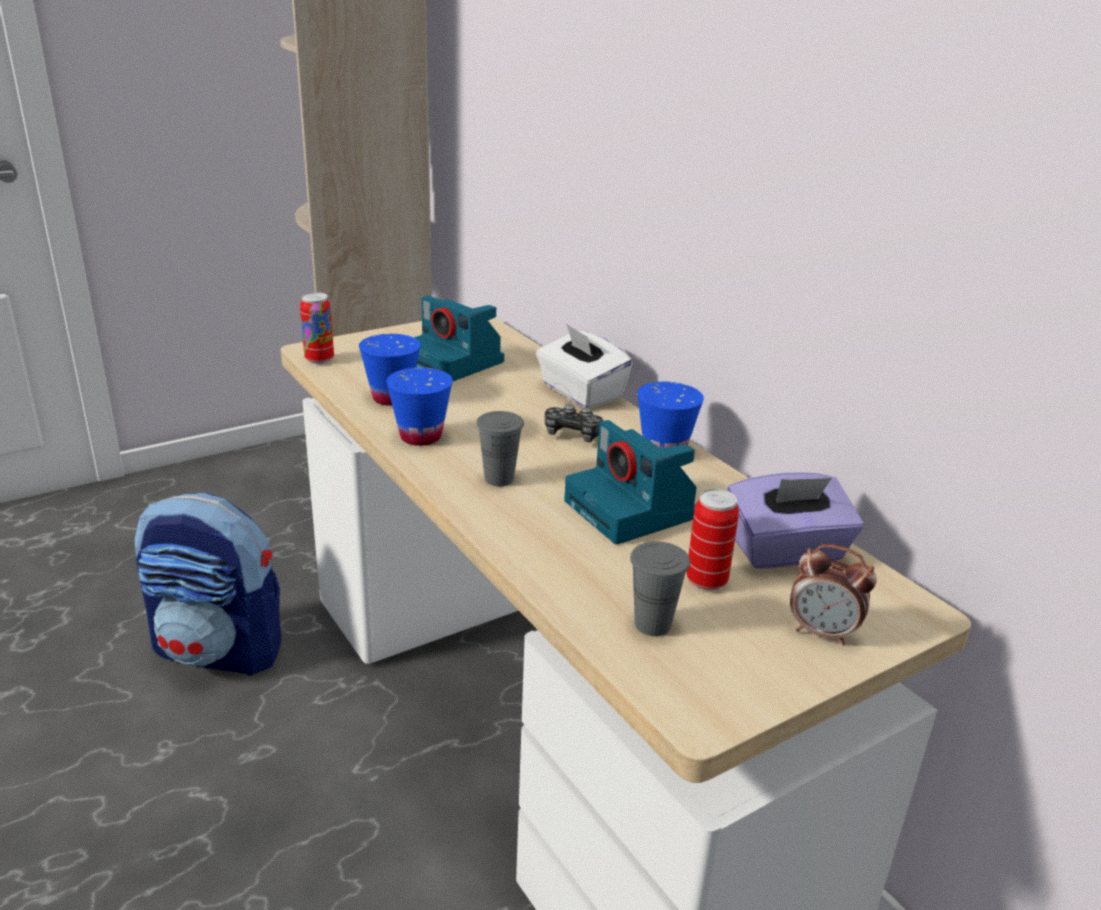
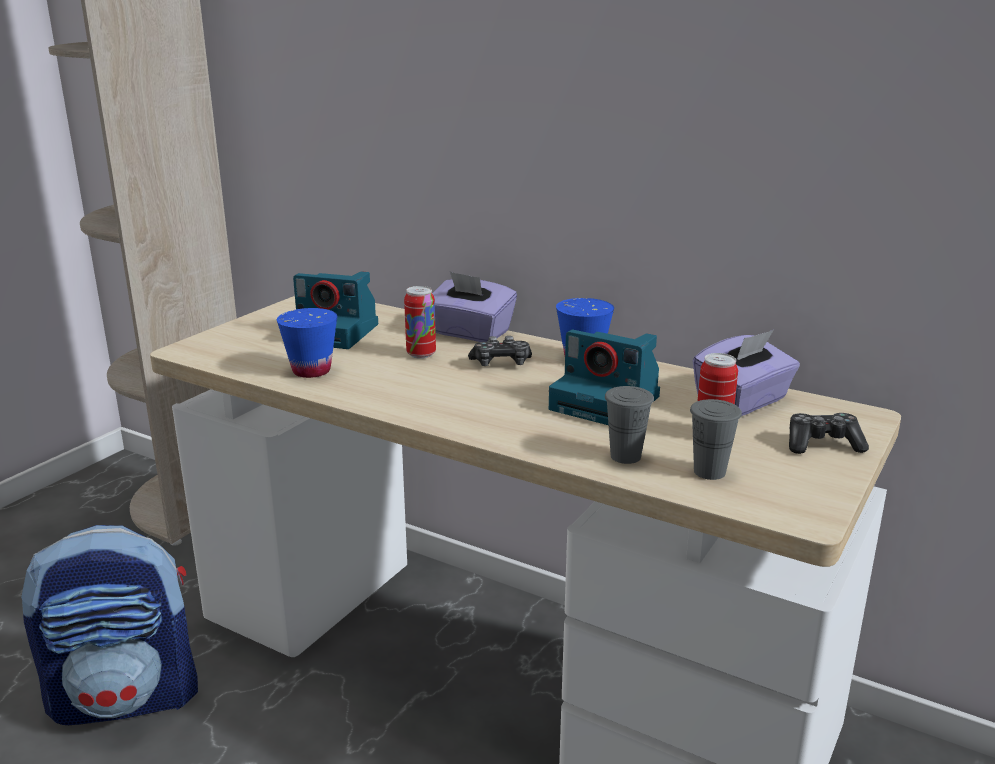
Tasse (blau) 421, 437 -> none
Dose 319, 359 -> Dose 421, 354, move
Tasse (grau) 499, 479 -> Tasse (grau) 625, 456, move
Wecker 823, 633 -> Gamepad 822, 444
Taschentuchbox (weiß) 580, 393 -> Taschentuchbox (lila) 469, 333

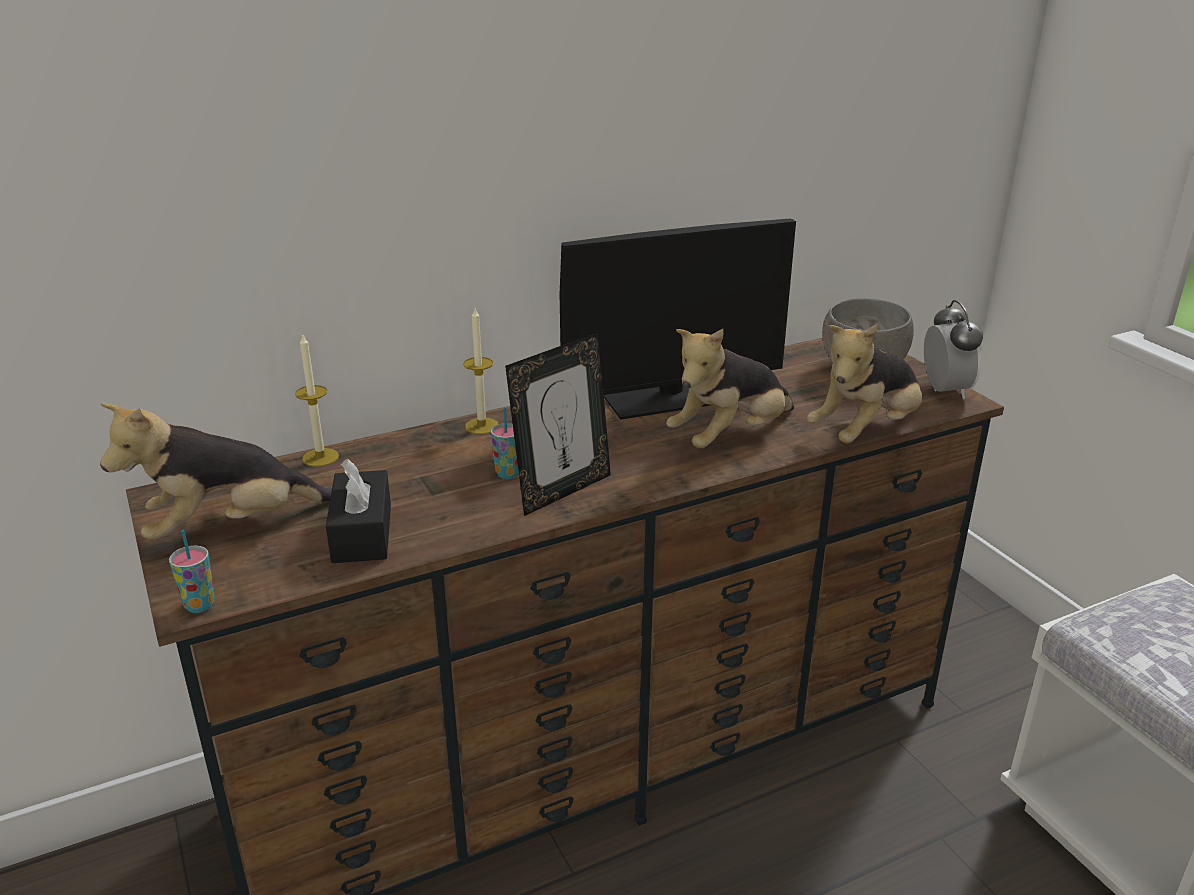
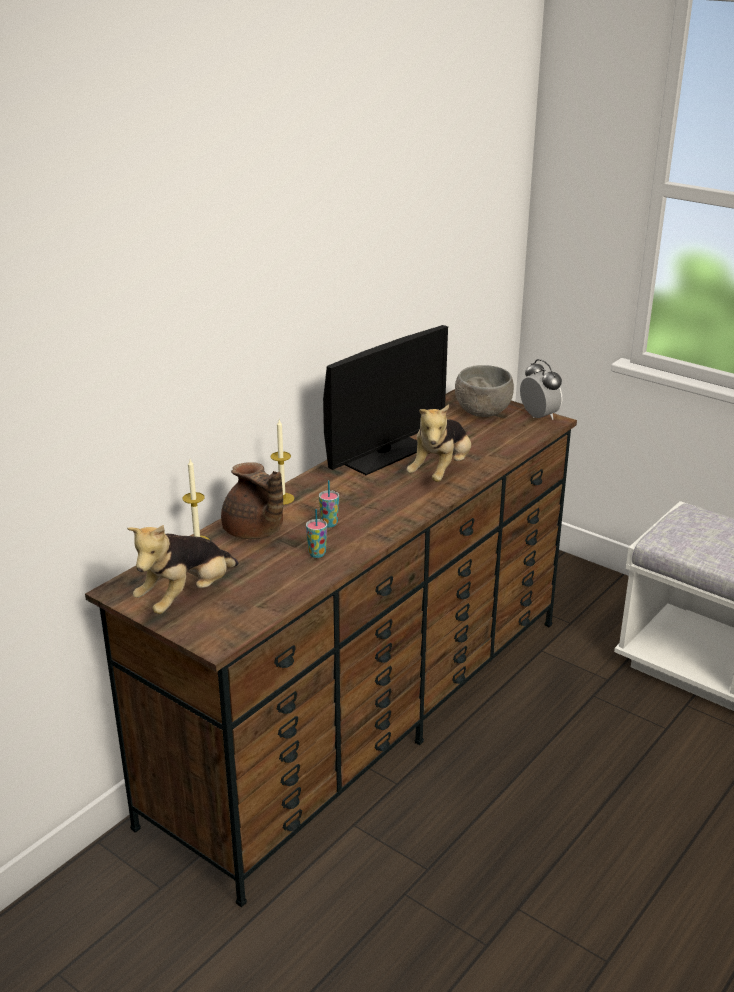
Taschentuchbox (schwarz) 362, 533 -> none
Bilderrahmen 562, 491 -> none
Plüschtier 866, 432 -> none
none -> Teekanne (braun) 254, 532
Tasse 200, 605 -> Tasse 317, 554, move

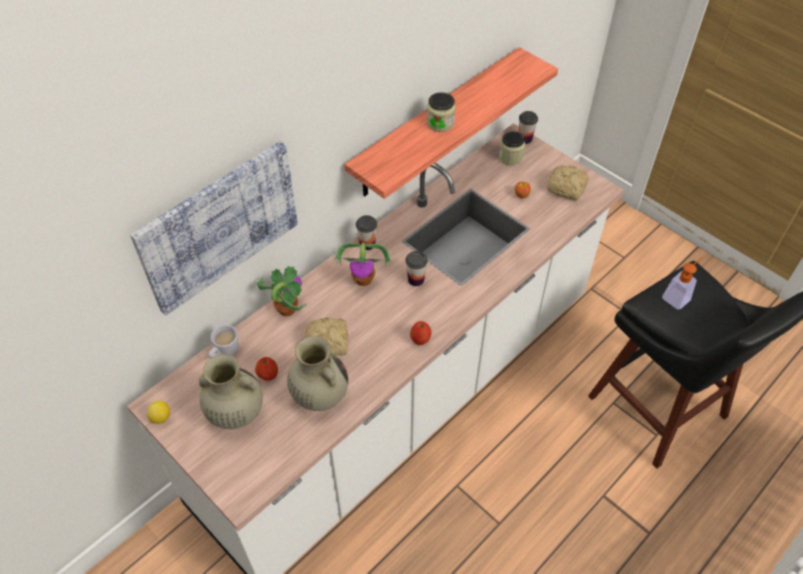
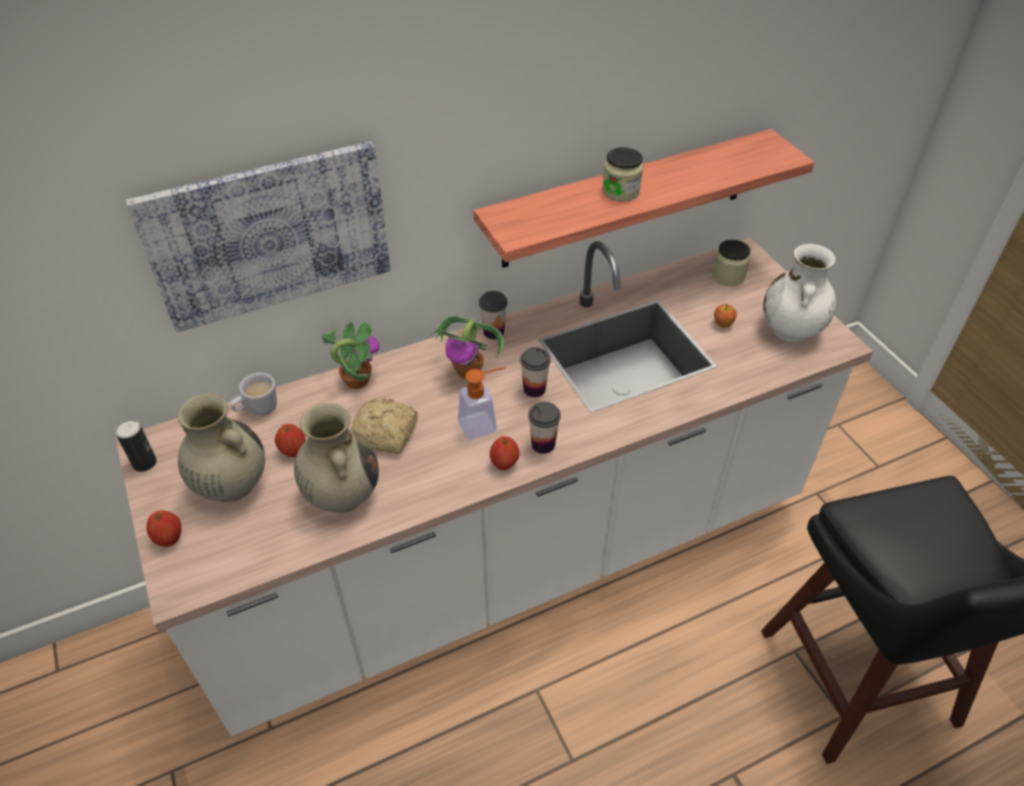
none -> Apfel 169, 538
Tasse 525, 139 -> Tasse 543, 444, move
Seifenspender 678, 296 -> Seifenspender 484, 424, move
Zitrone 161, 417 -> Dose 144, 463
Brot 567, 188 -> Vase (weiß) 790, 330

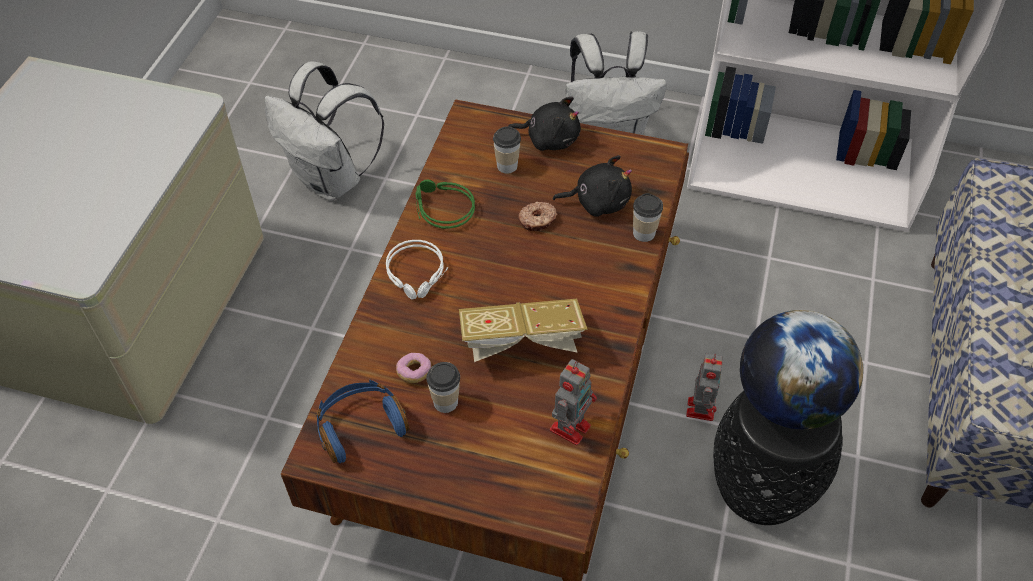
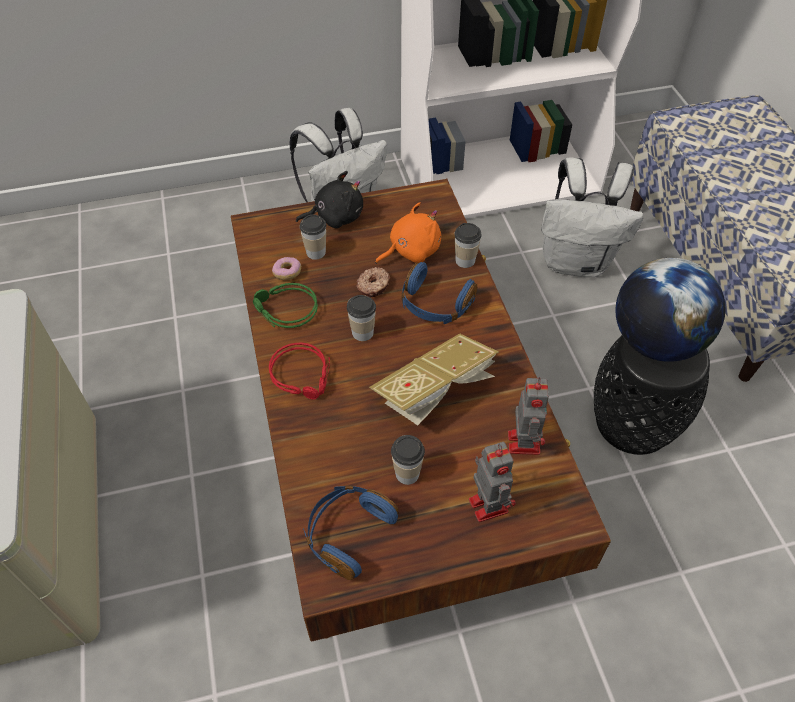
none -> Tasse 362, 333
none -> Kopfhörer (blau) 435, 305
Rucksack (weiß) 332, 180 -> Rucksack (weiß) 576, 262, move
Donut 414, 372 -> Donut 287, 273, move
Spielzeugroboter 700, 407 -> Spielzeugroboter 487, 504, move
Kopfhörer (weiß) 417, 274 -> Kopfhörer (rot) 303, 375
Plüschtier (schwarz) 597, 202 -> Plüschtier (orange) 411, 251

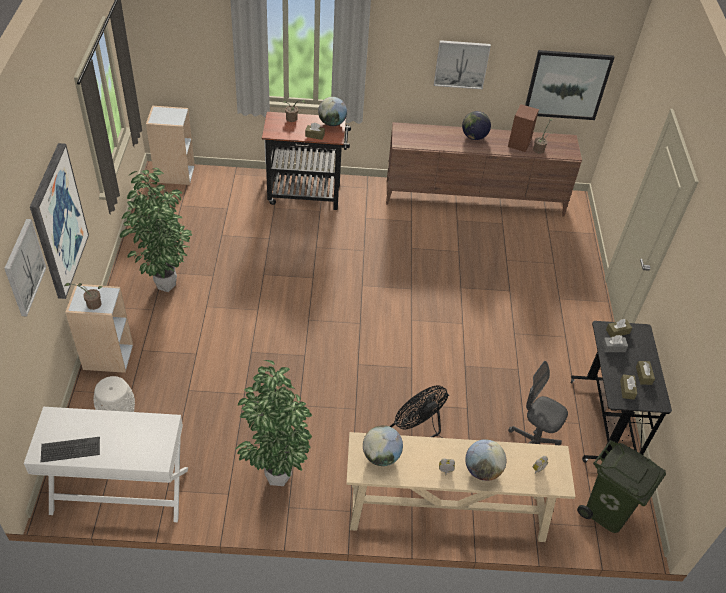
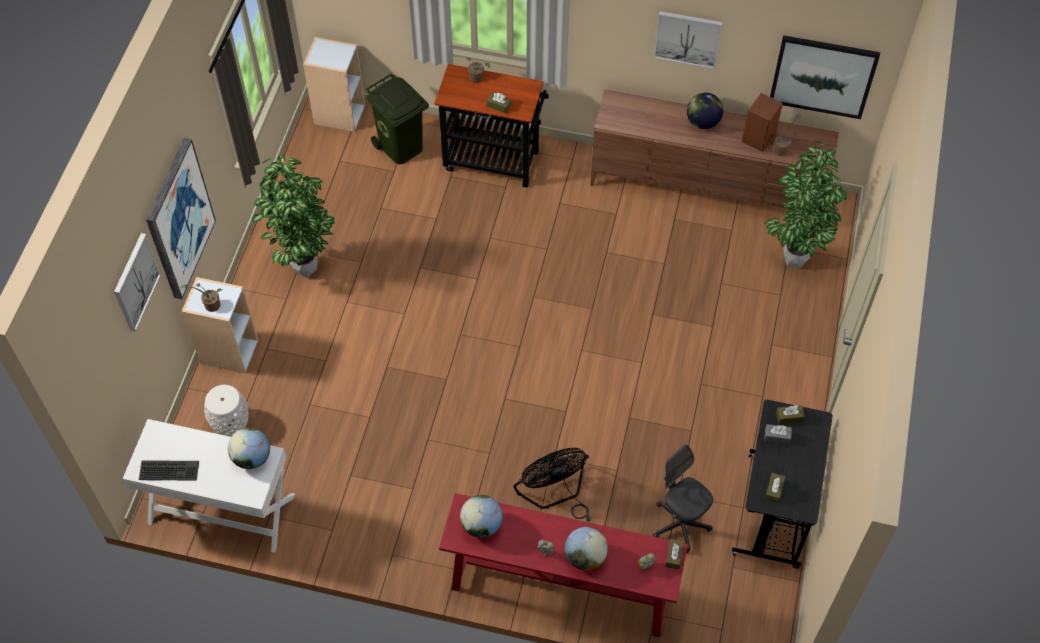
Topfpflanze 275, 479 -> Topfpflanze 791, 261, move
Globus 332, 123 -> Globus 252, 457, move
Mülleimer (grün) 607, 512 -> Mülleimer (grün) 400, 147, move
Taschentuchbox (braun) 643, 375 -> Taschentuchbox (braun) 674, 556, move
Konsolentisch (beige) 445, 512 -> Konsolentisch (rot) 559, 587

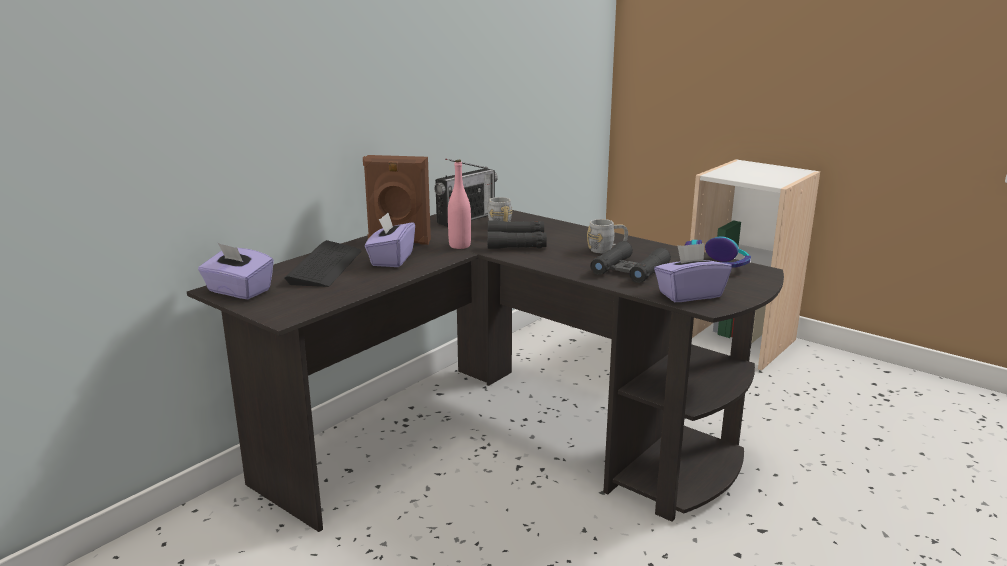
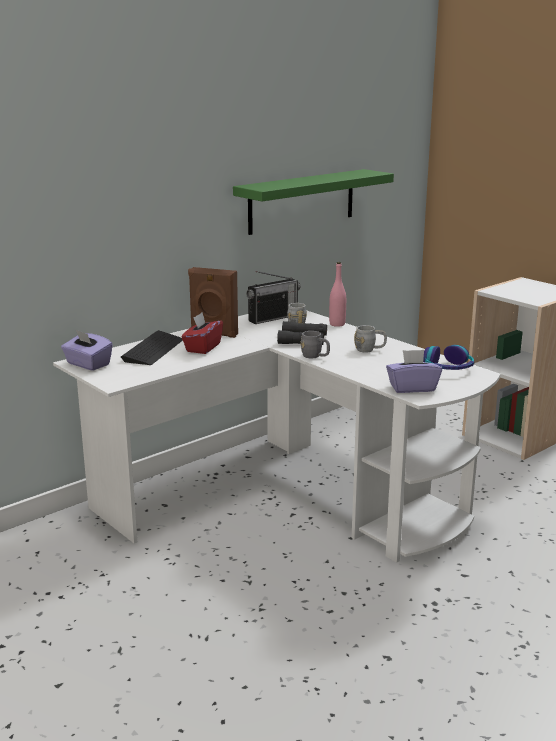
Fernglas (schwarz) 629, 270 -> none
none -> Wandregal (grün) 302, 201
none -> Henkelbecher (grau) 315, 356
Flasche (rosa) 459, 246 -> Flasche (rosa) 337, 324, move
Schreibtisch (schwarz) 497, 440 -> Schreibtisch (weiß) 282, 494
Taschentuchbox (lila) 391, 259 -> Taschentuchbox (rot) 202, 347

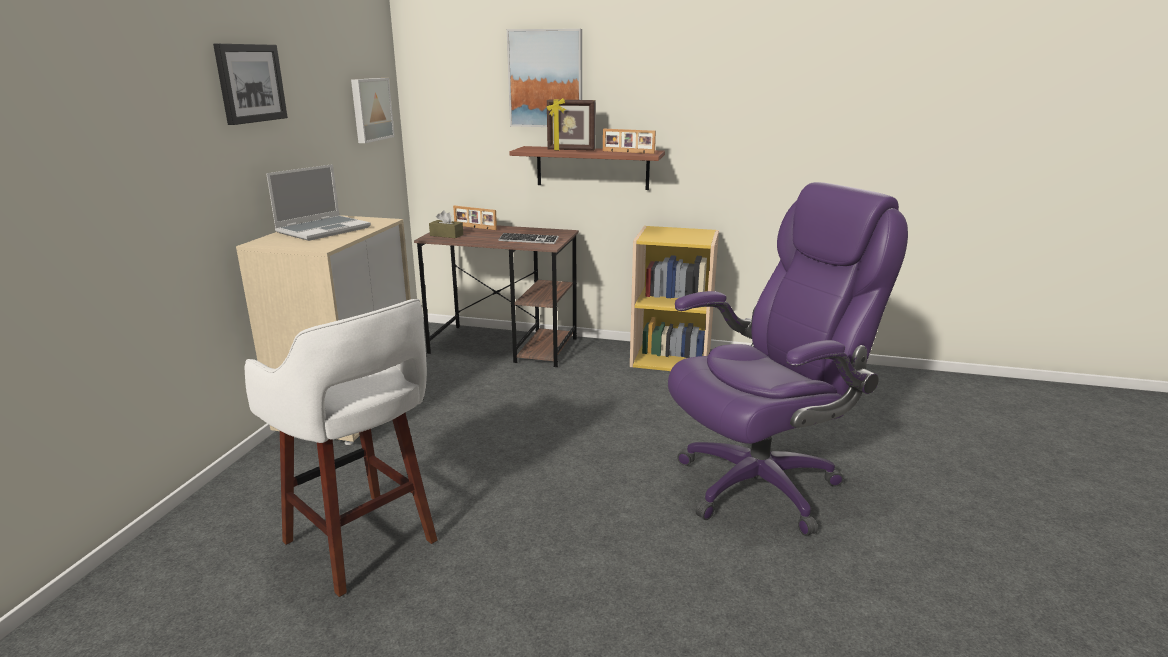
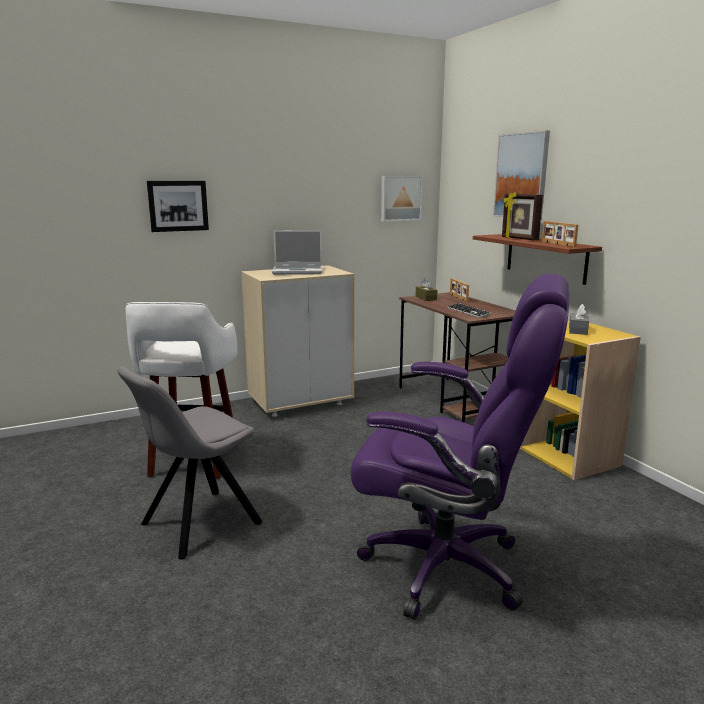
none -> Stuhl (grau) 200, 523
none -> Taschentuchbox (grau) 578, 330
Bild 250, 83 -> Bild 178, 206, move

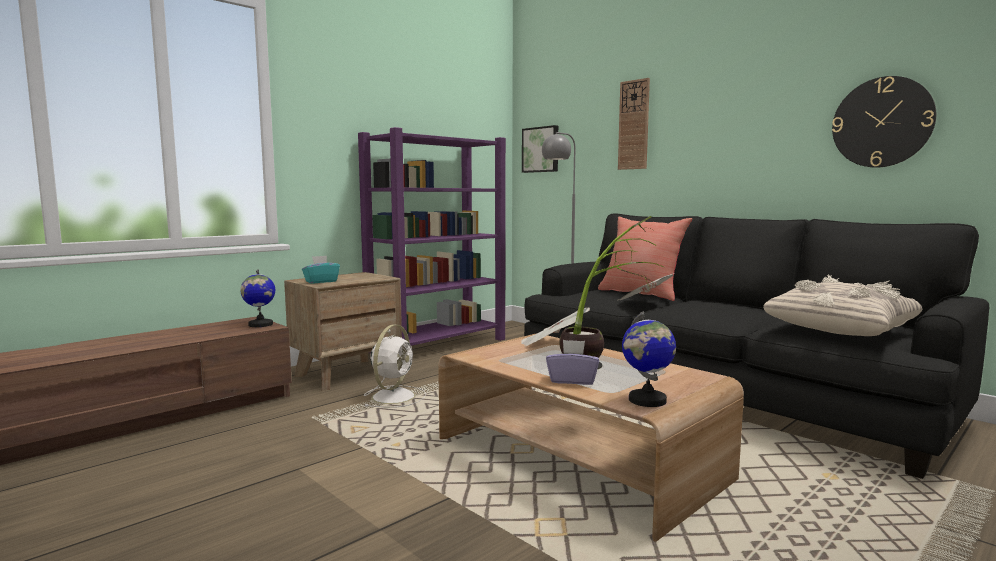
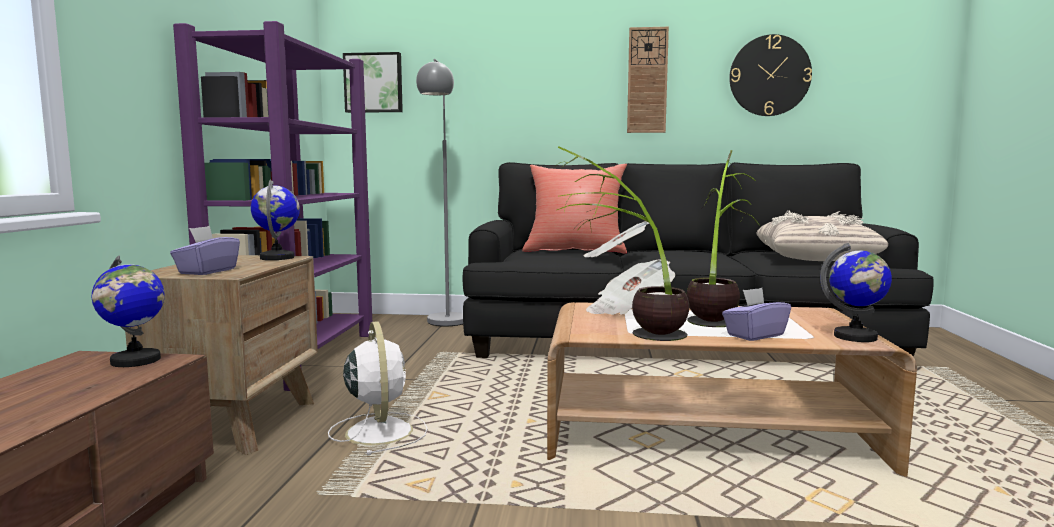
none -> Globus 277, 258
none -> Topfpflanze 626, 332
Wanduhr 634, 125 -> Wanduhr 647, 80, move
Taschentuchbox (türkis) 321, 281 -> Taschentuchbox (lila) 207, 271

